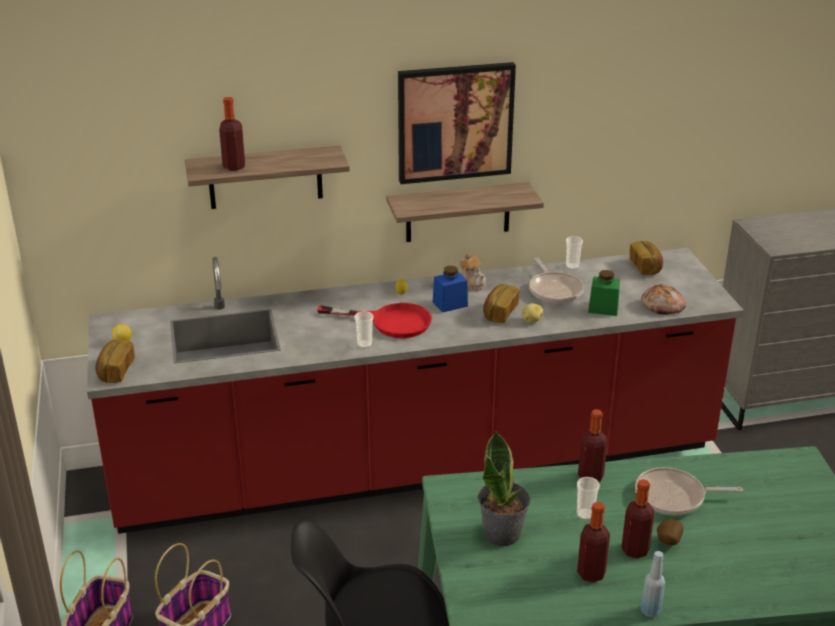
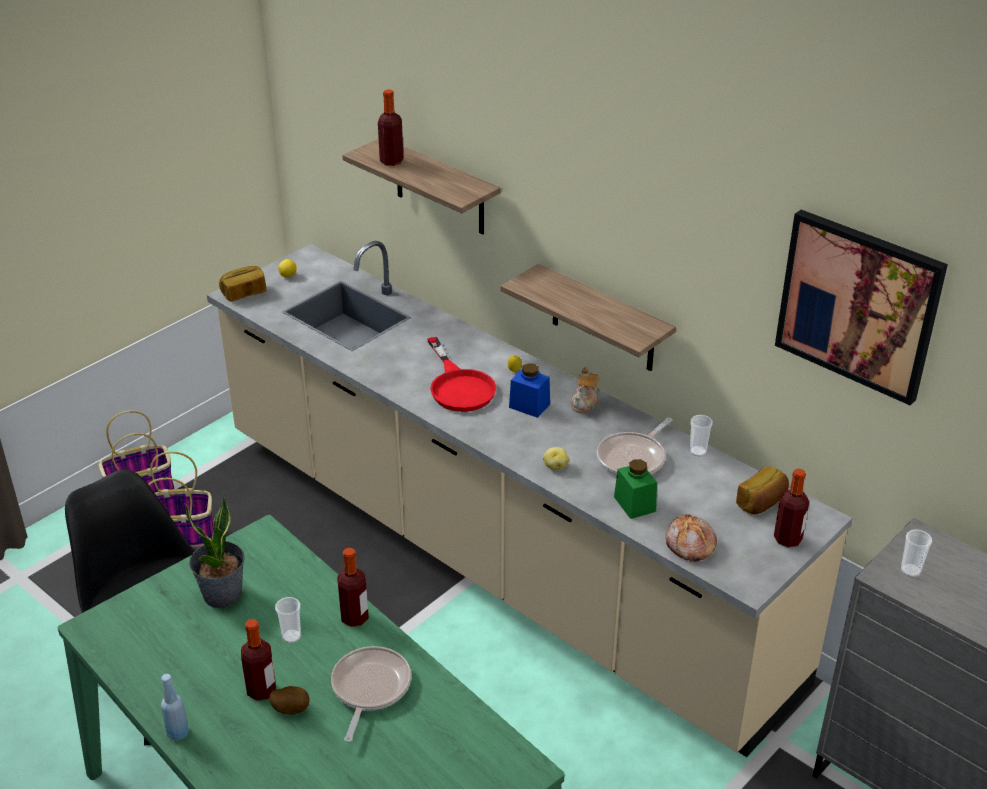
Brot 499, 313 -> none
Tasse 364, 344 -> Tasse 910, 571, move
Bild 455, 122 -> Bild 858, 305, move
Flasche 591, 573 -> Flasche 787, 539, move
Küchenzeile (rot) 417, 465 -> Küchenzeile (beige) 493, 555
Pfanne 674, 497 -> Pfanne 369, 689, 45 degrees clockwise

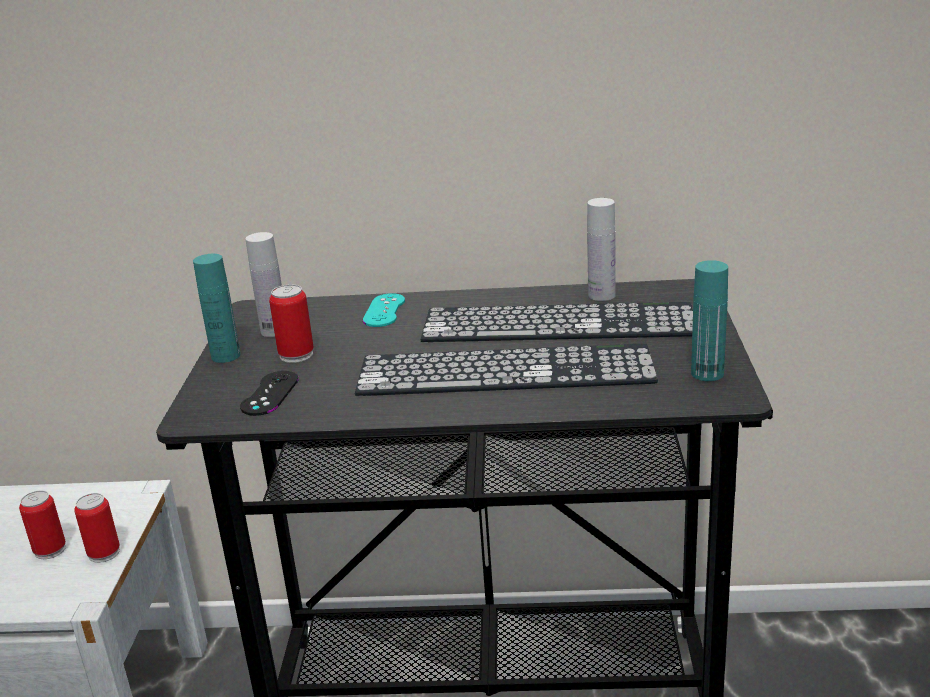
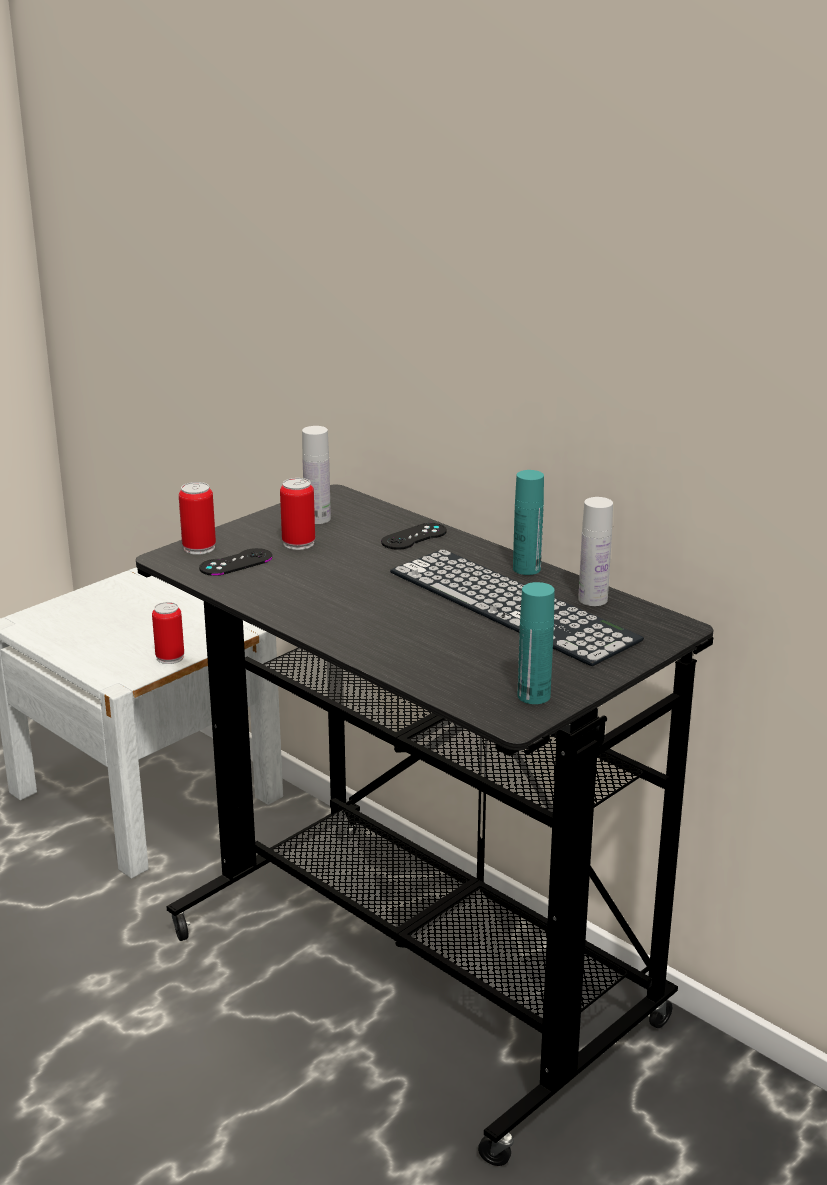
Tastatur 505, 371 -> none
Dose 50, 550 -> Dose 199, 548, move
Flasche (türkis) 226, 356 -> Flasche (türkis) 526, 569, move
Gamepad (türkis) 384, 311 -> Gamepad (schwarz) 414, 537

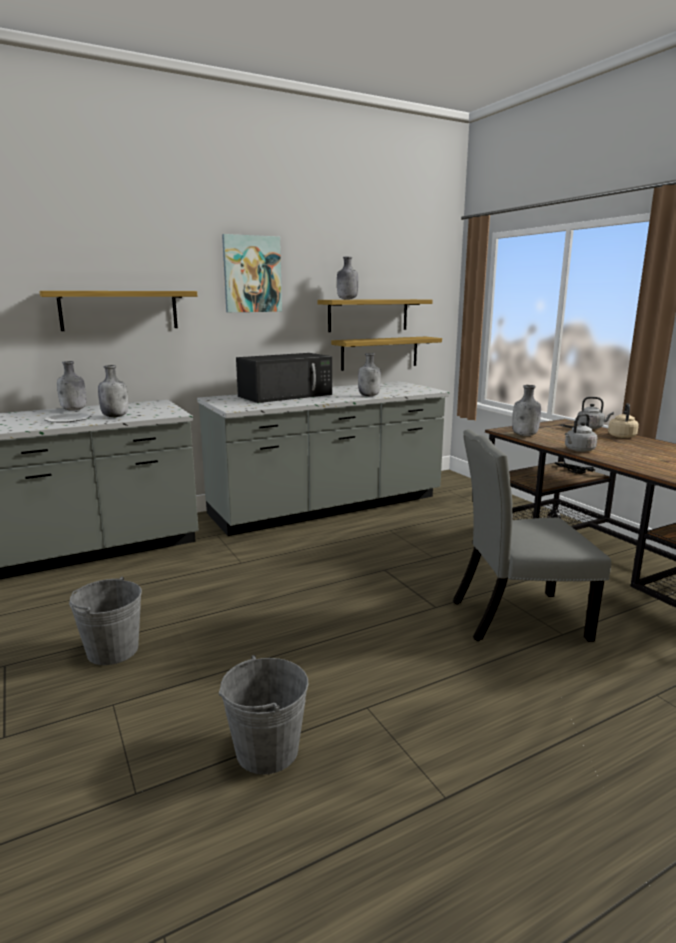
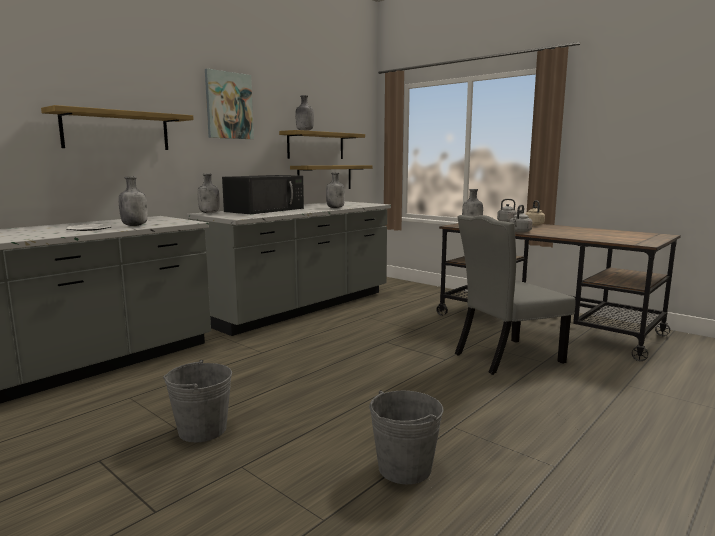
Flasche (grau) 74, 410 -> Flasche (grau) 210, 213, move

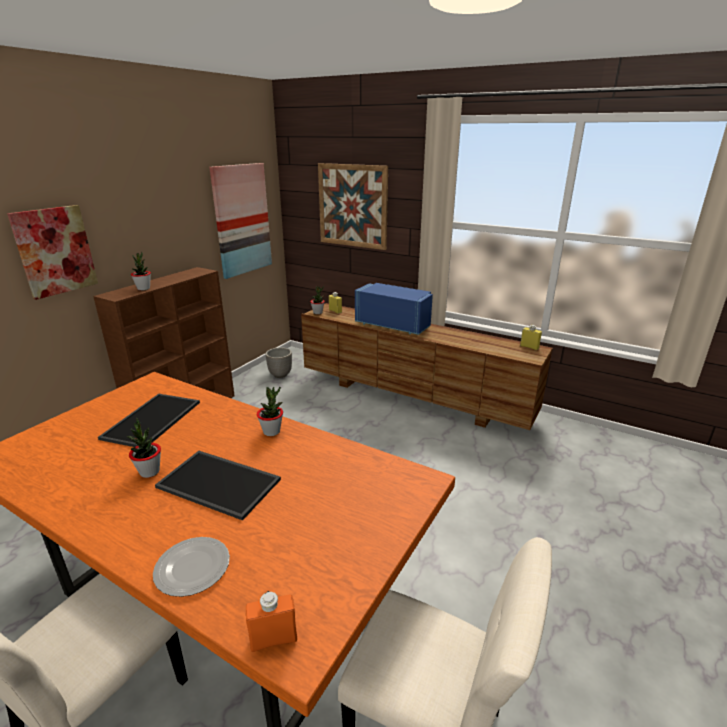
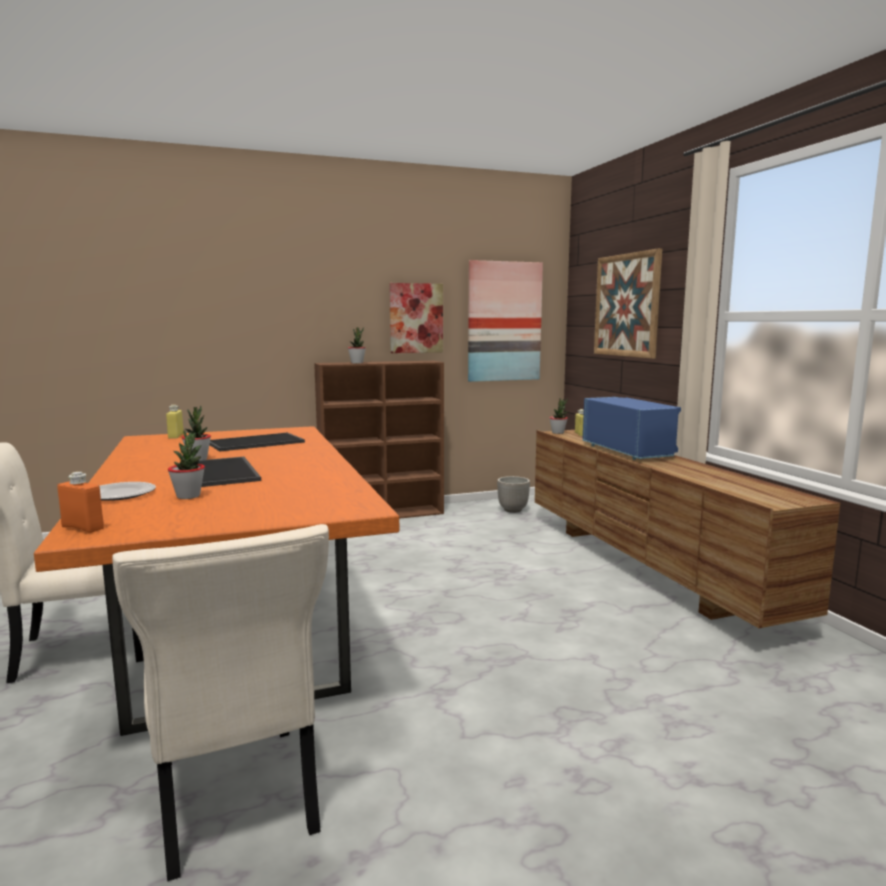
Bild 55, 251 -> Bild 416, 318, move
Topfpflanze 272, 431 -> Topfpflanze 188, 496, move
Flasche (gelb) 529, 347 -> Flasche (gelb) 176, 436, move

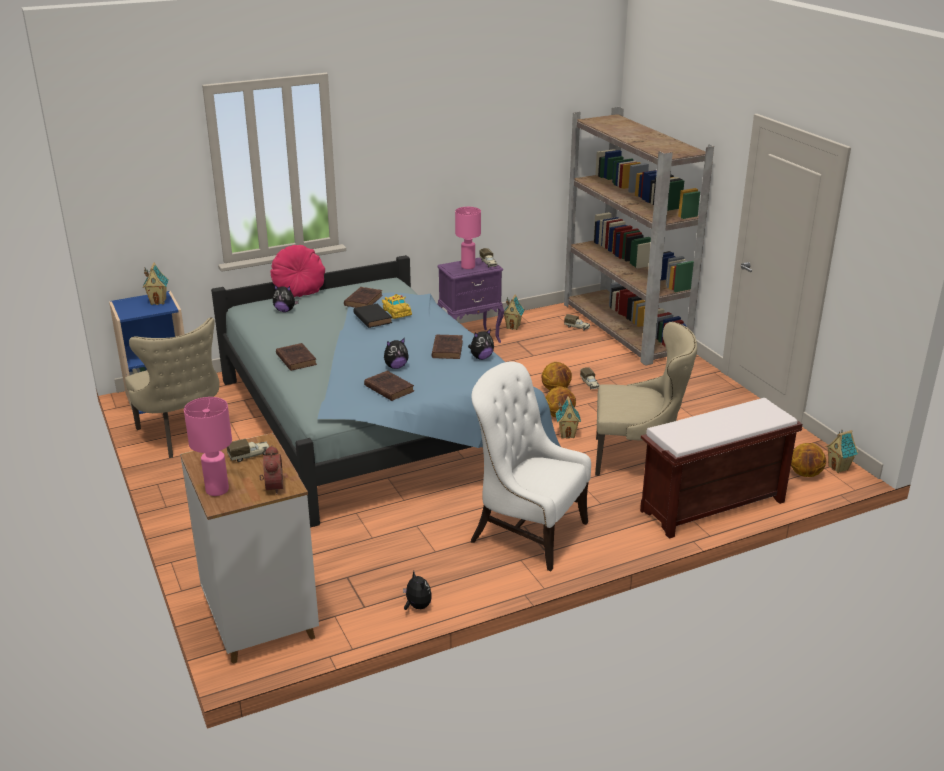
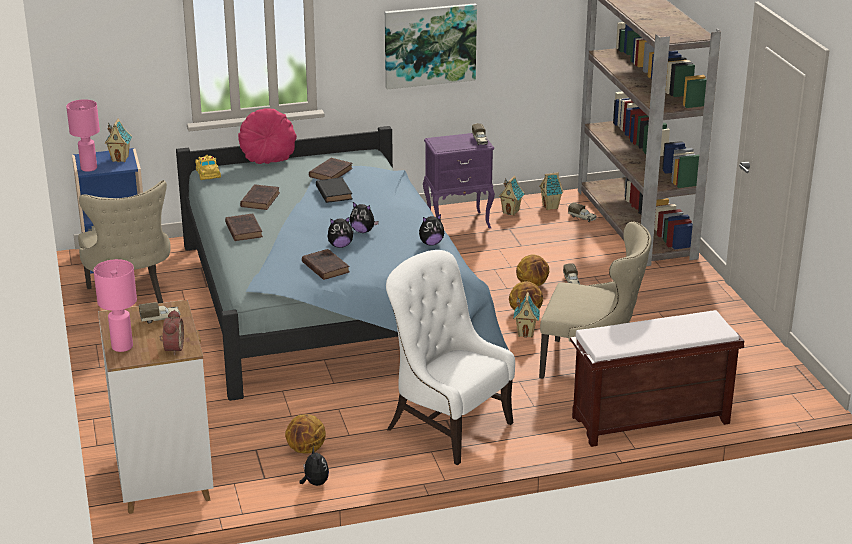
none -> Bild 430, 45
Plüschtier 285, 310 -> Plüschtier 363, 231, move
Spielzeugauto (gelb) 397, 312 -> Spielzeugauto (gelb) 208, 173, move
Buch (braun) 447, 349 -> Buch (braun) 260, 199, move
Tischlampe (rosa) 468, 267 -> Tischlampe (rosa) 88, 168, move
Basketball 805, 474 -> Basketball 306, 450, move
Spielzeughaus 839, 468 -> Spielzeughaus 551, 207, move

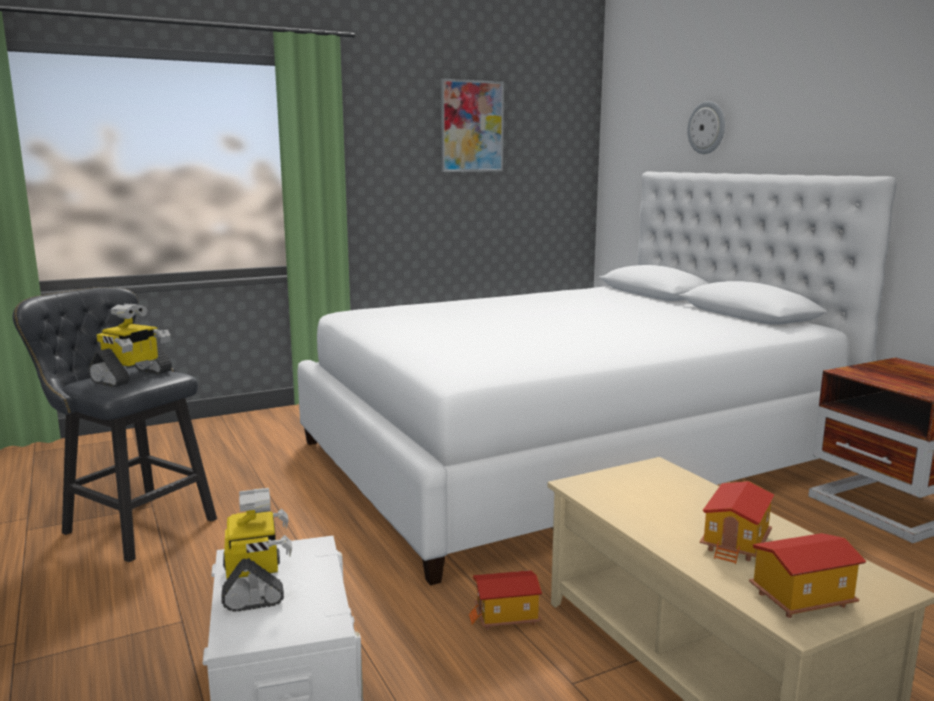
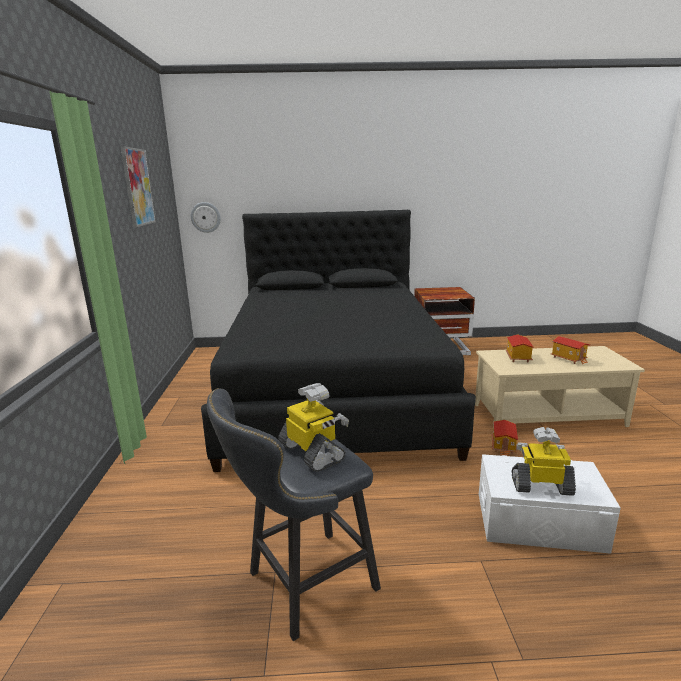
Wanduhr 707, 127 -> Wanduhr 205, 217, move
Spielzeughaus 801, 598 -> Spielzeughaus 517, 358, move
Bett (weiß) 569, 455 -> Bett (schwarz) 335, 389

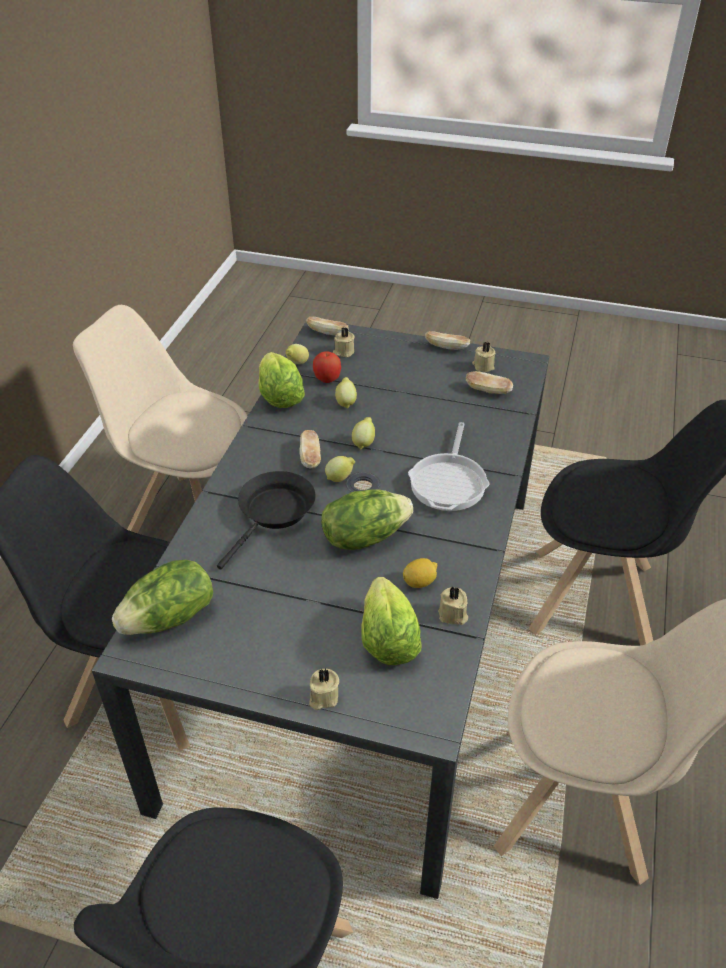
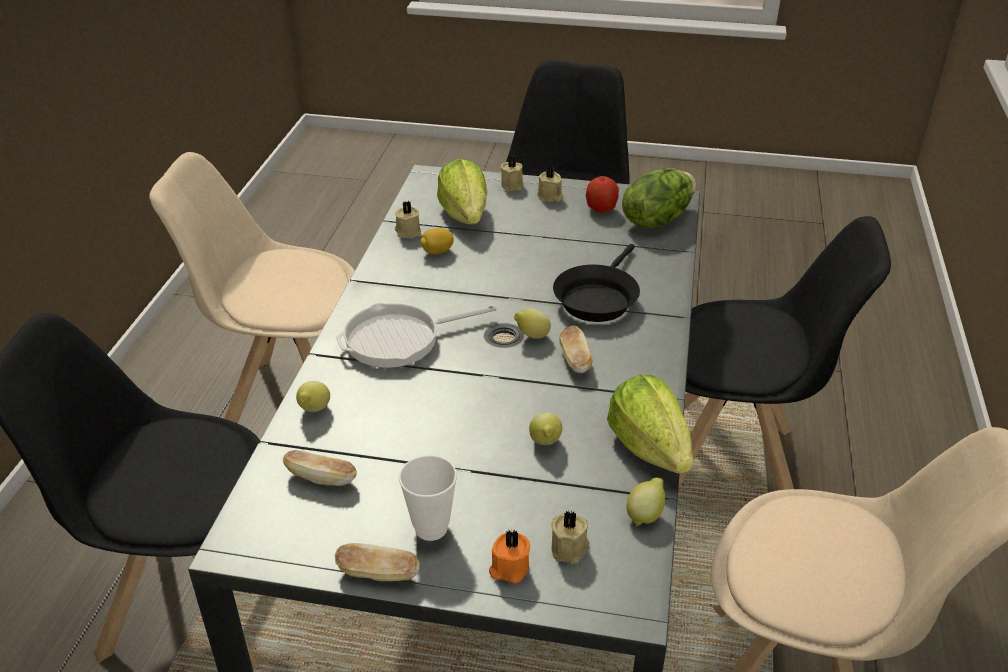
Brot 327, 332 -> none
Salatkopf 364, 536 -> none
none -> Tasse 431, 528
none -> Kerze (orange) 509, 568
Apfel 327, 379 -> Apfel 601, 209, move
Zitrone 364, 443 -> Zitrone 314, 411, move
Kerze (beige) 483, 366 -> Kerze (beige) 550, 197, move
Pfanne 449, 482 -> Pfanne 399, 339, 120 degrees counterclockwise

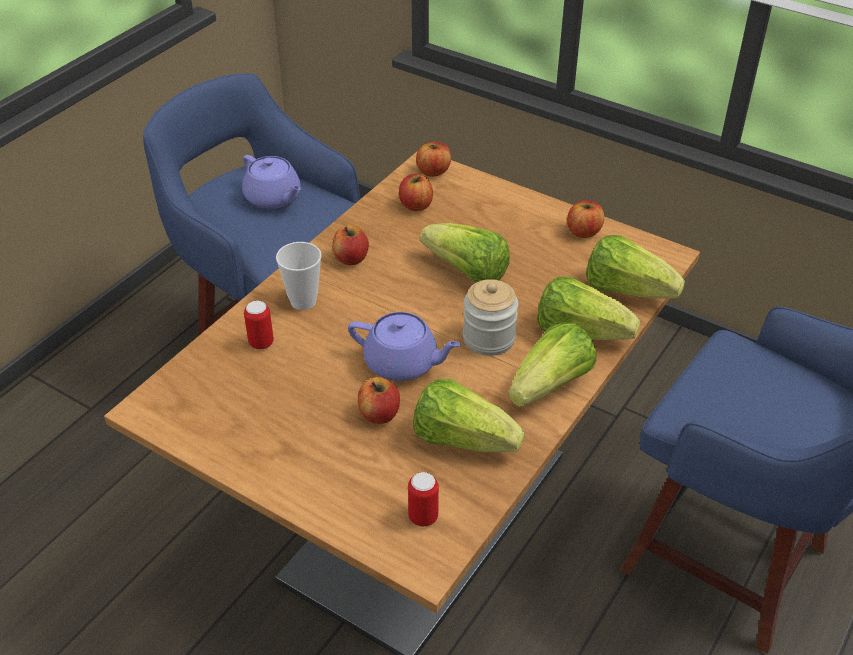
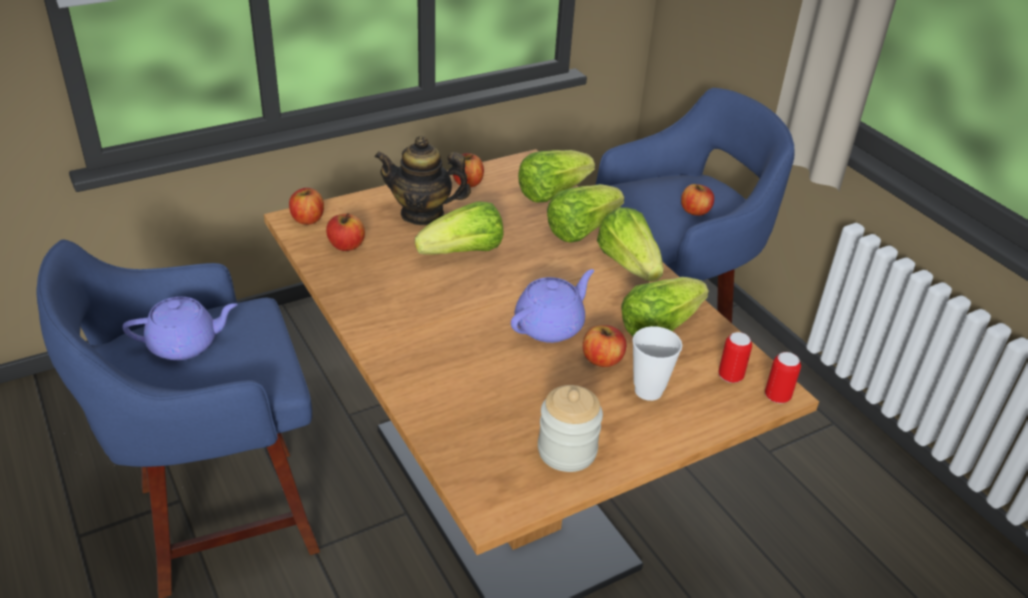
none -> Teekanne 422, 213
Dose 261, 343 -> Dose 777, 396, move
Tasse 303, 301 -> Tasse 648, 390, move
Apfel 351, 258 -> Apfel 695, 211, move
Vorratsglas 489, 338 -> Vorratsglas 567, 451, move

